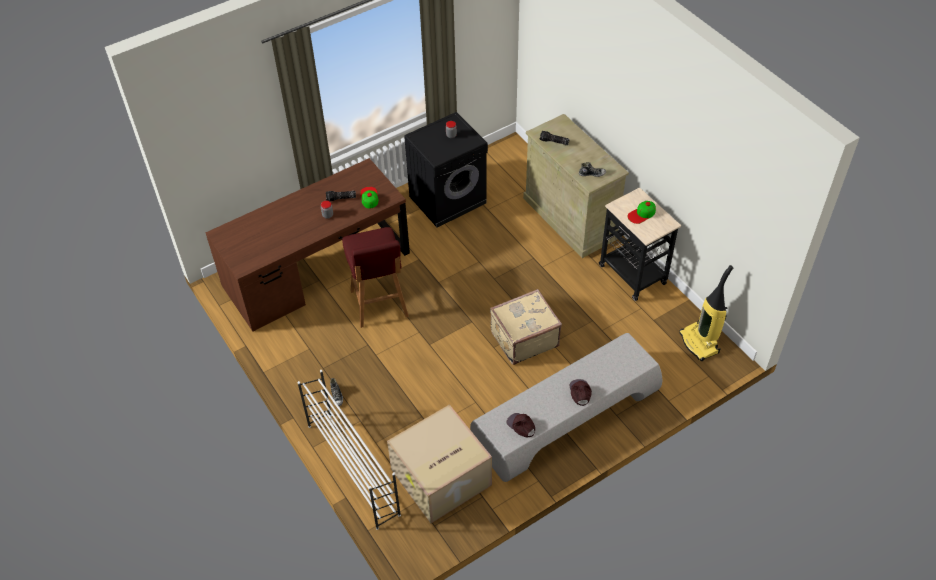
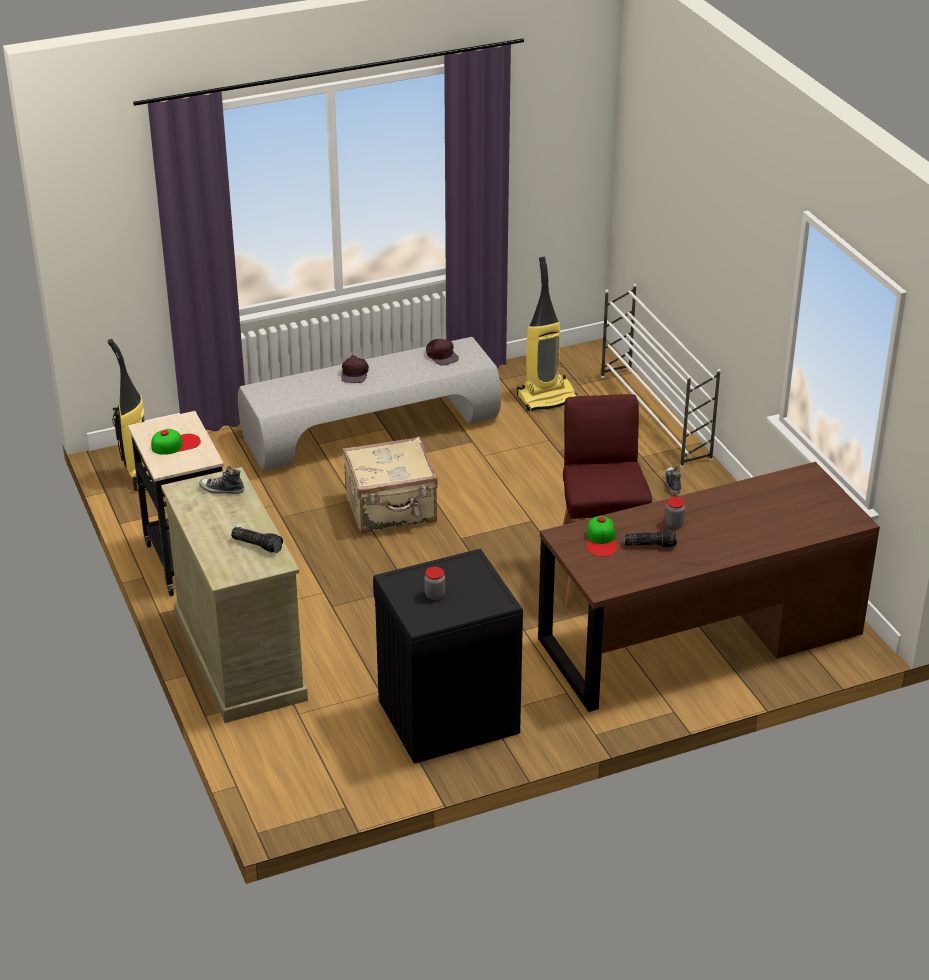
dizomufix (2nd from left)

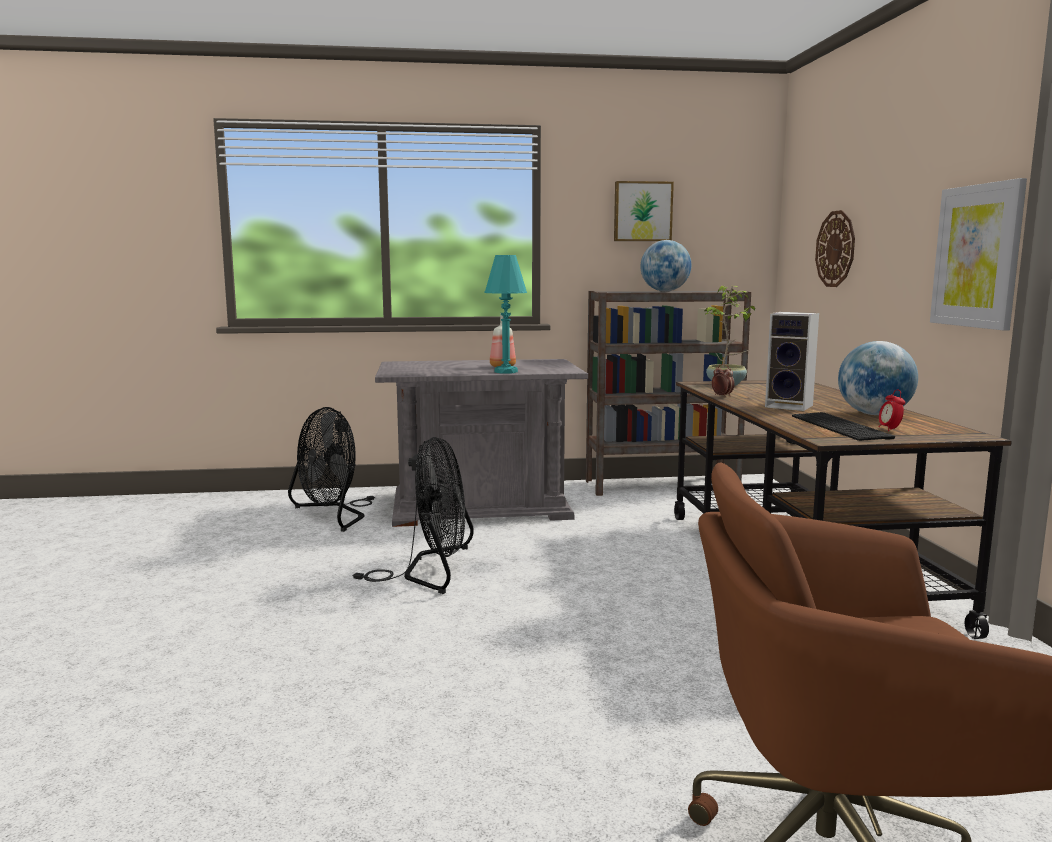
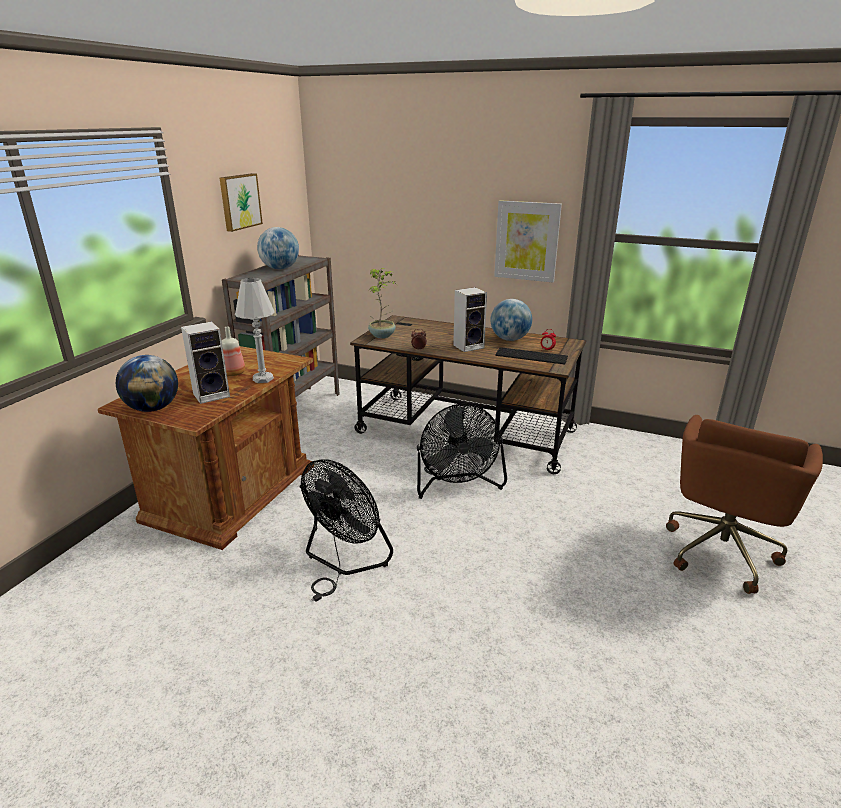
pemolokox
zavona (1st from left)
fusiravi (1st from left)
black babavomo (2nd from left)
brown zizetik
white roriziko

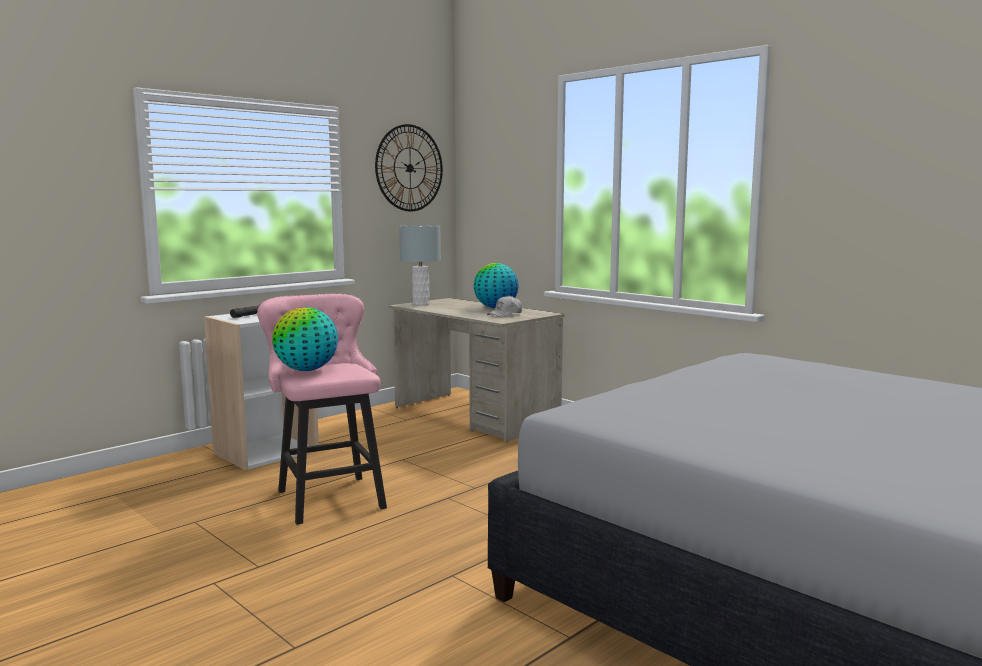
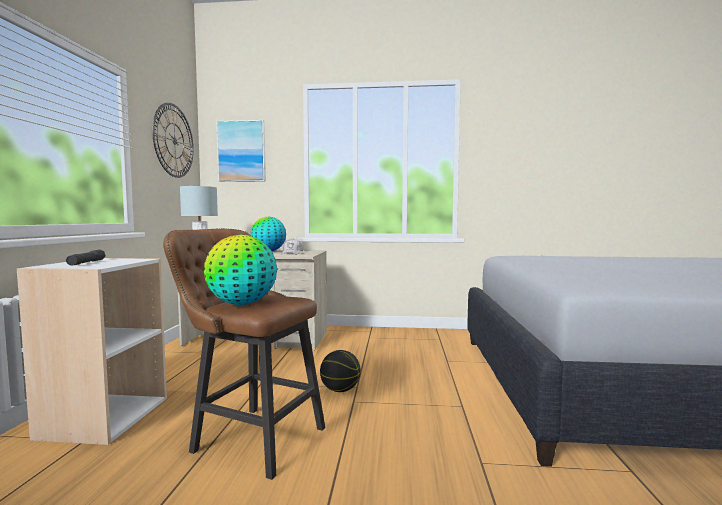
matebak
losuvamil
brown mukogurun

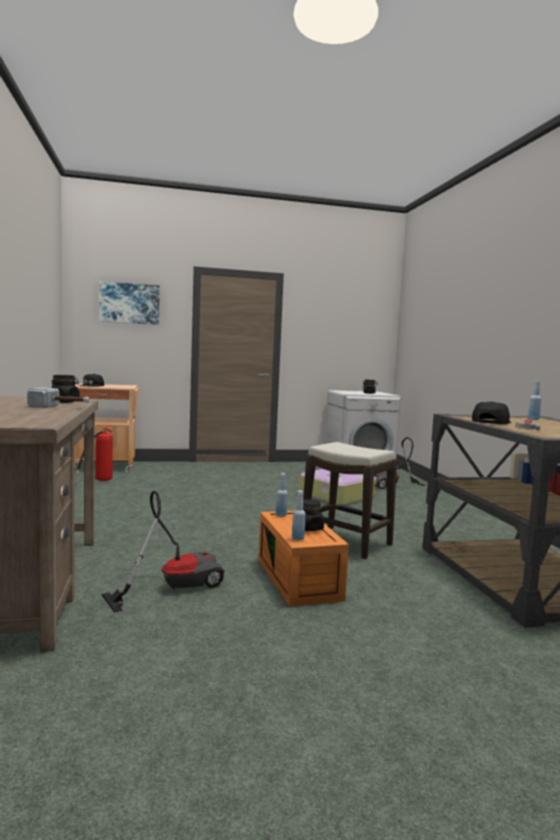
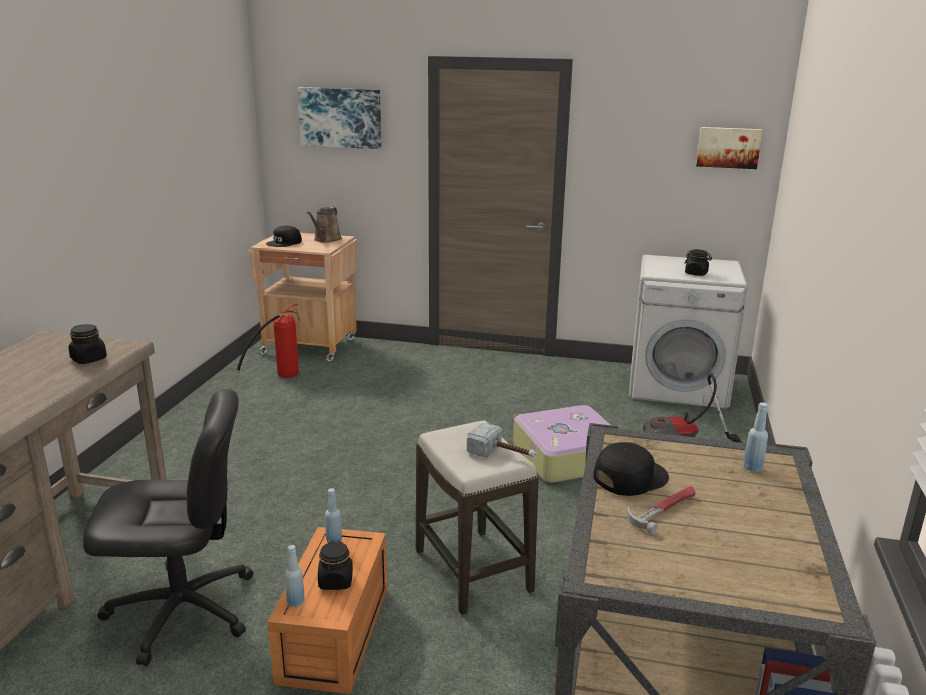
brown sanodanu
matebak (2nd from left)
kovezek (1st from left)
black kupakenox

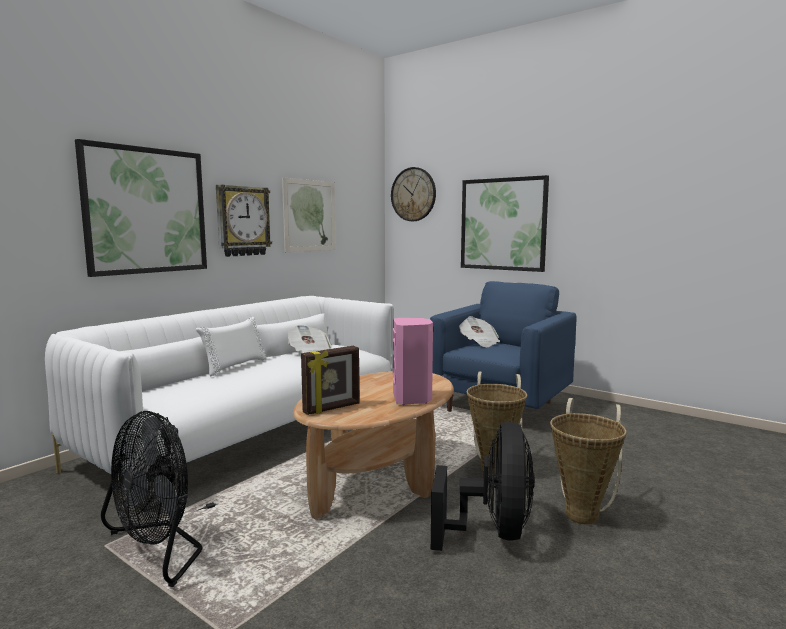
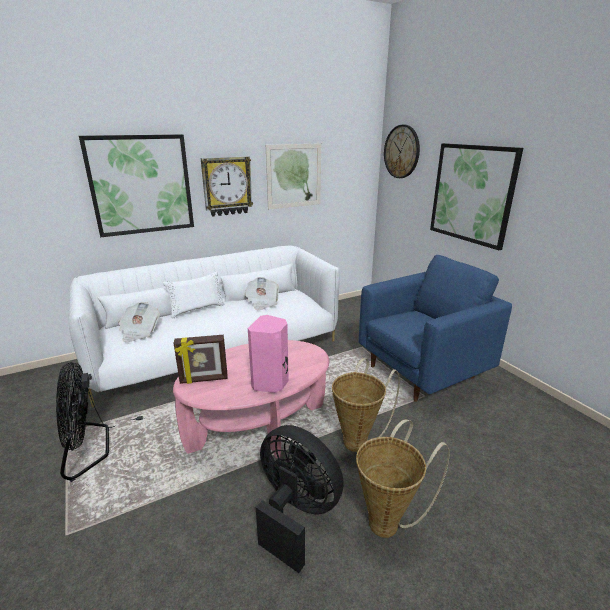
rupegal (1st from left)
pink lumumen
black babavomo (2nd from left)

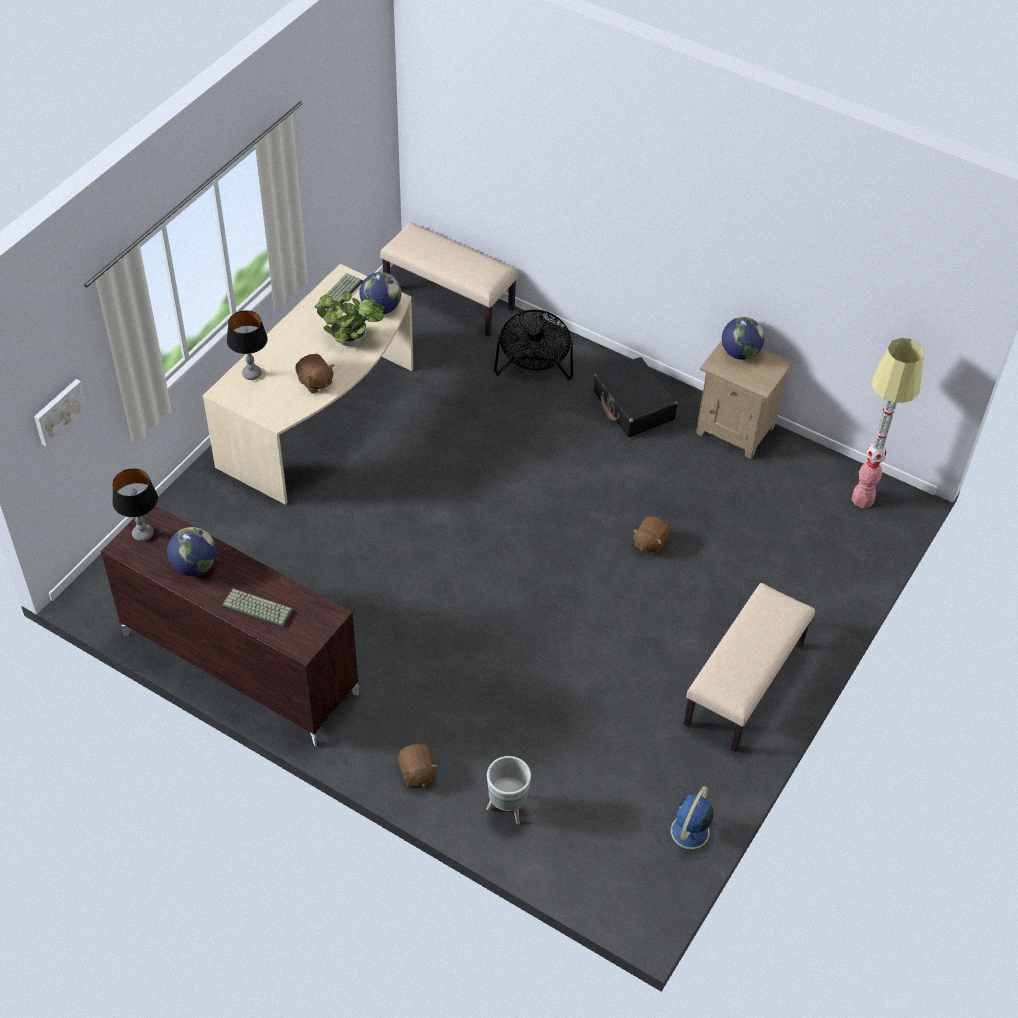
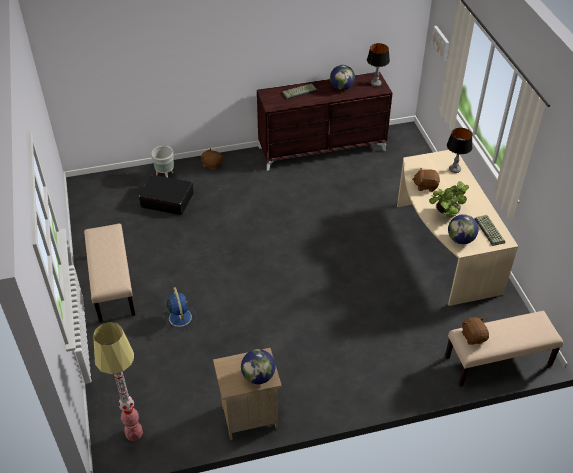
black babavomo
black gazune
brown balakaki (3rd from left)
blue babavomo

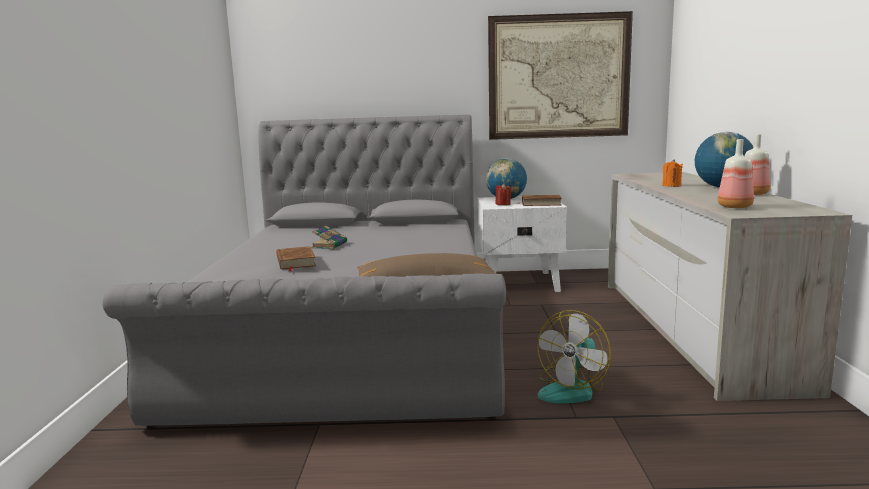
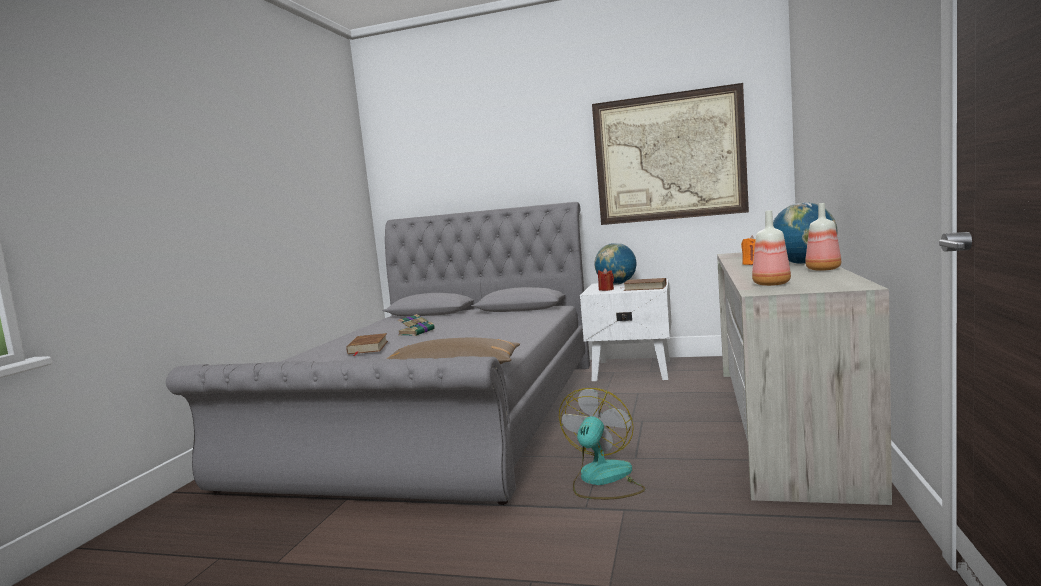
babavomo

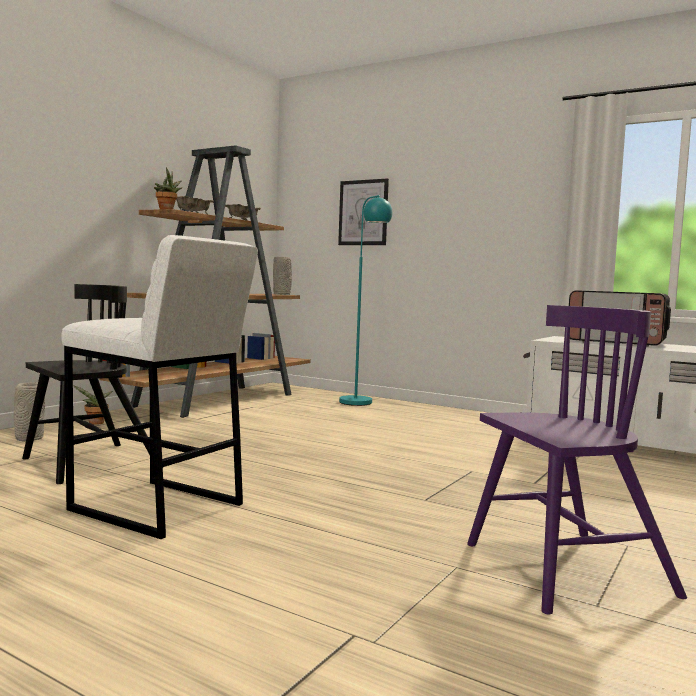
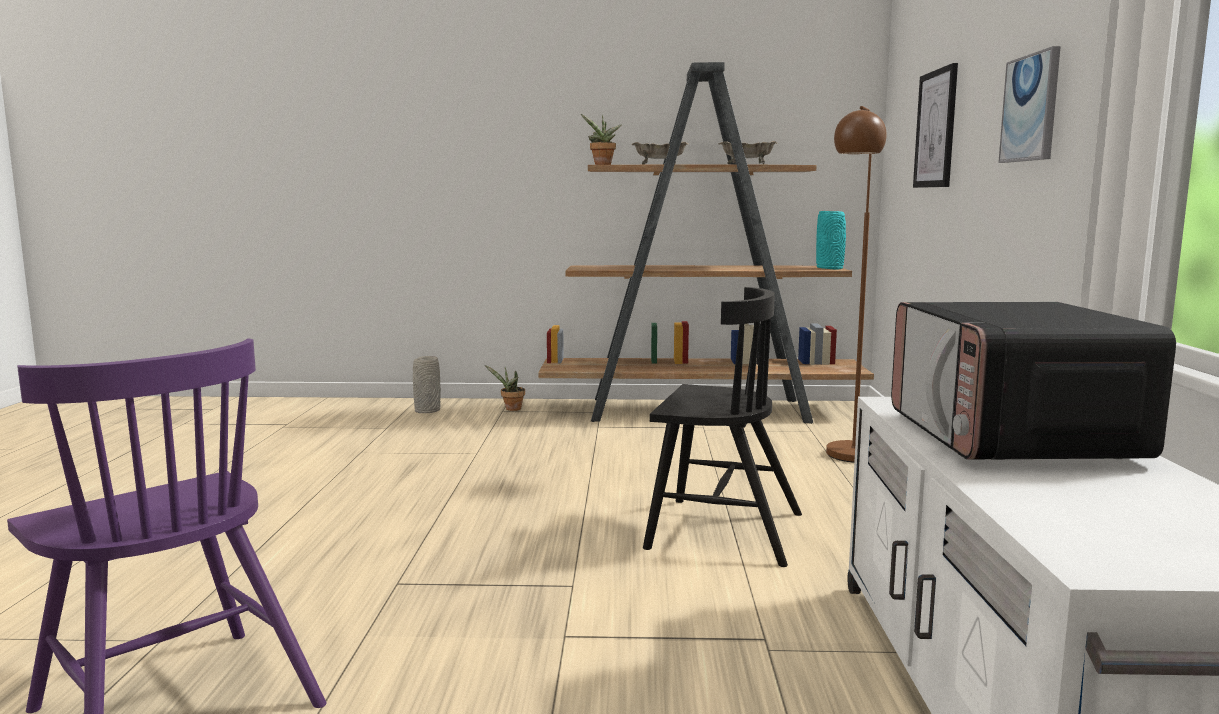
white mukogurun
matebak (2nd from left)
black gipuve
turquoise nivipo
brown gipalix

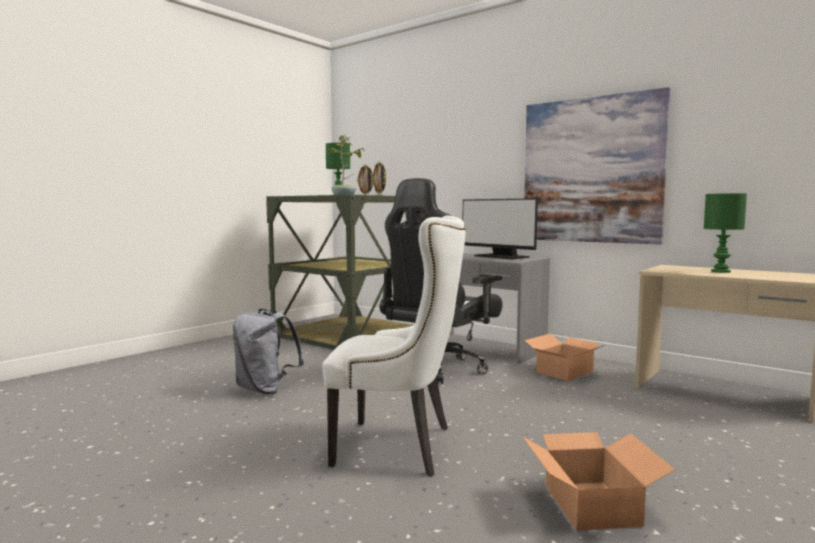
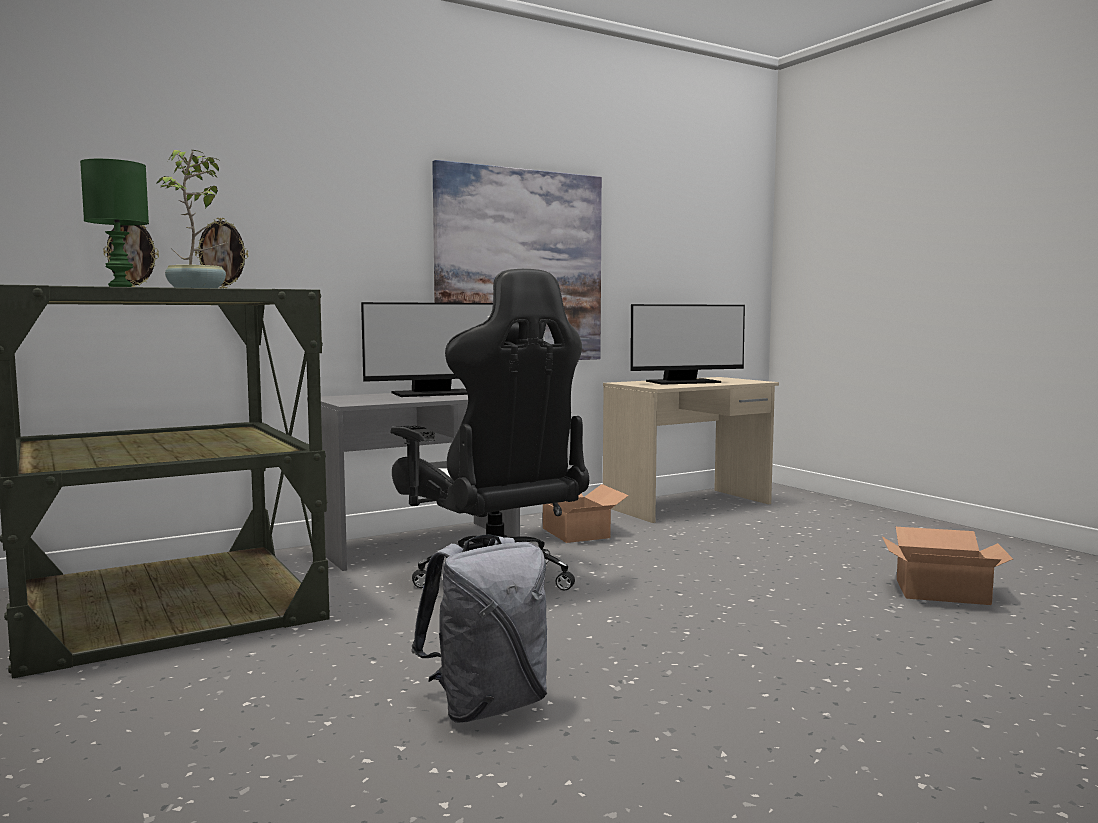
white gipuve
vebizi (2nd from left)

